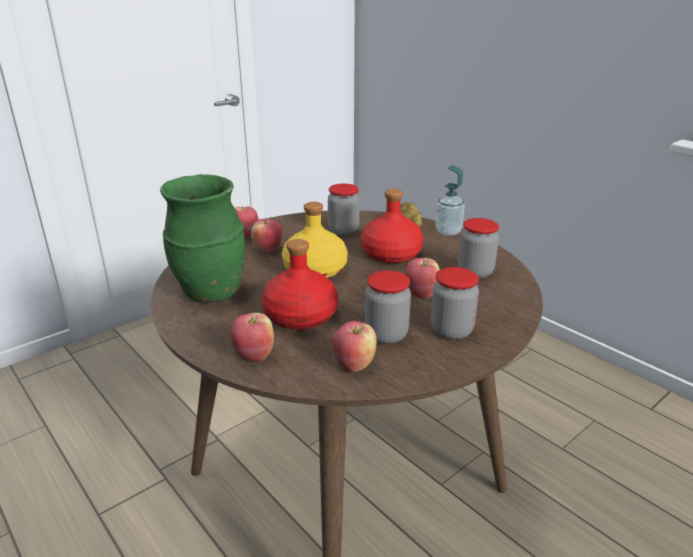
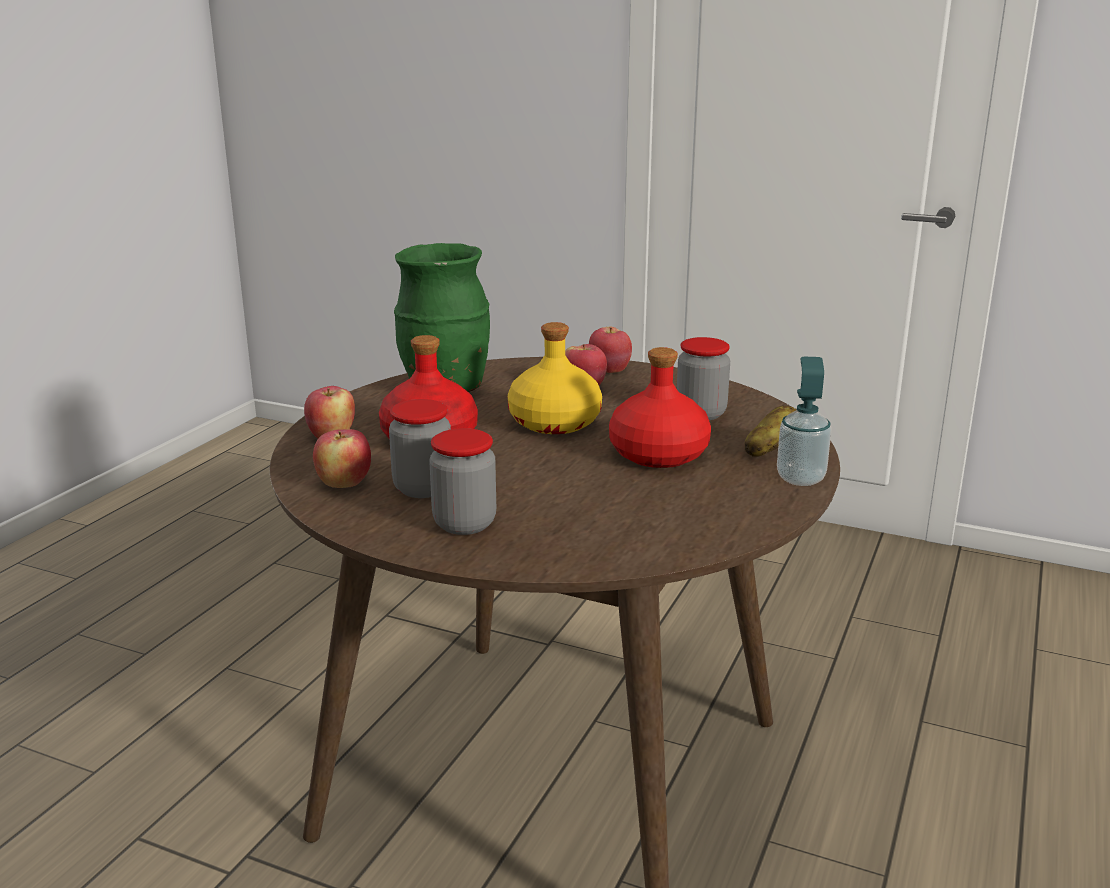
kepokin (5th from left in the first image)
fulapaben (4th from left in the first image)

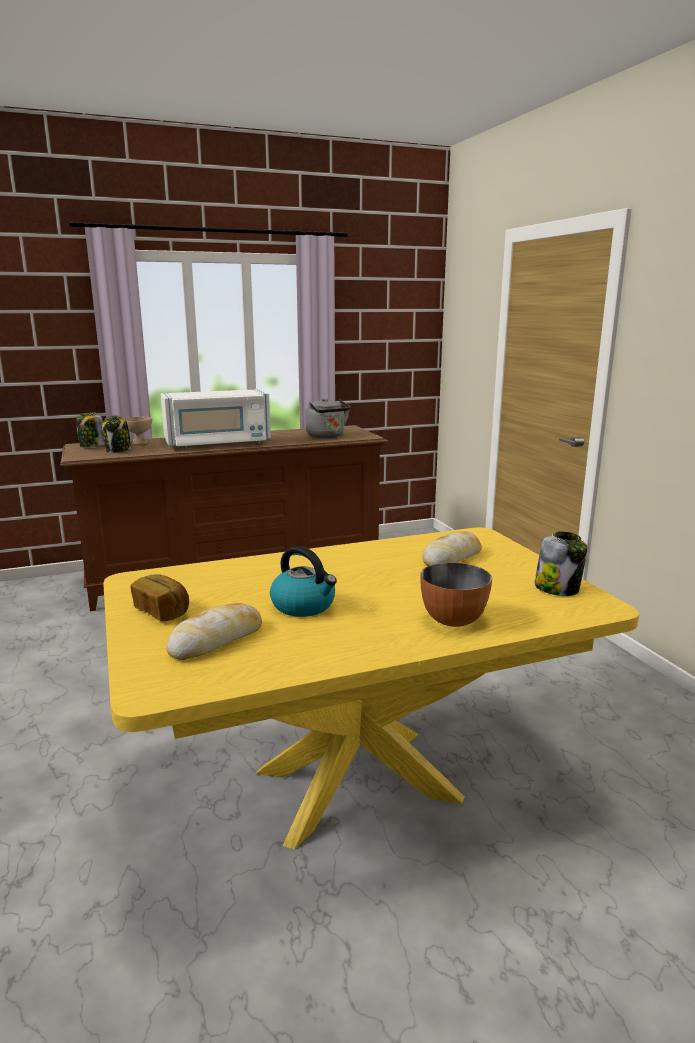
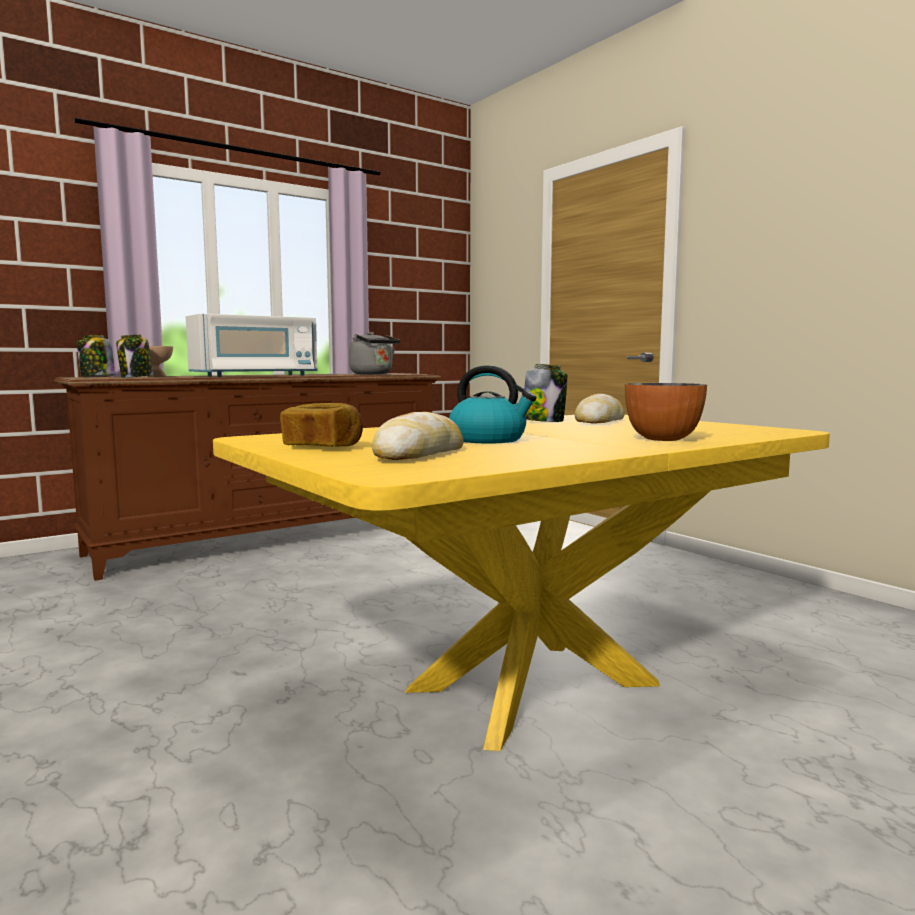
fulapaben (3rd from left)

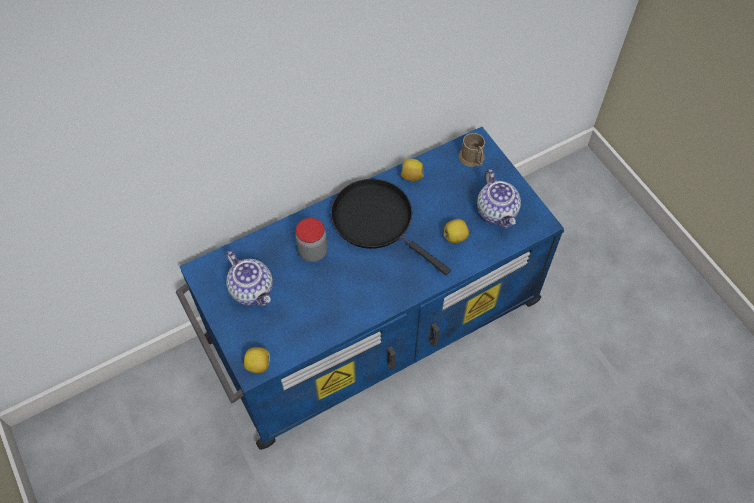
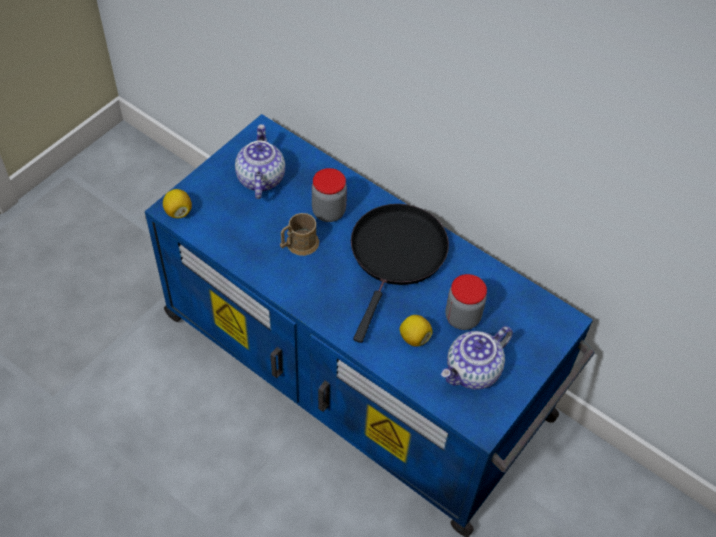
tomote (2nd from left in the first image)
fulapaben (2nd from left)
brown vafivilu
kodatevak (1st from left)

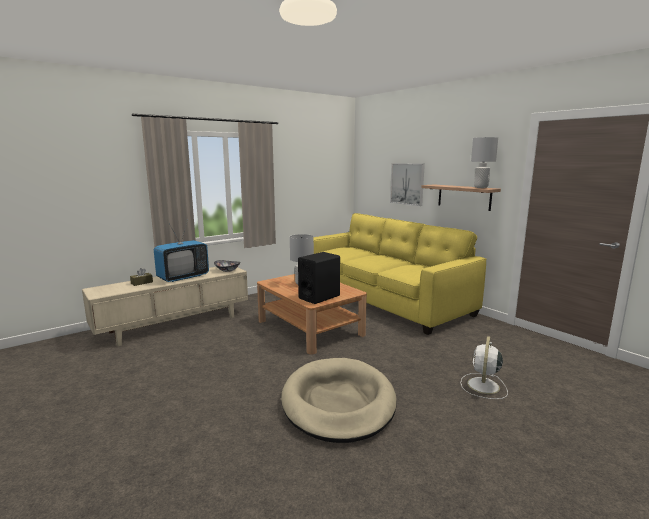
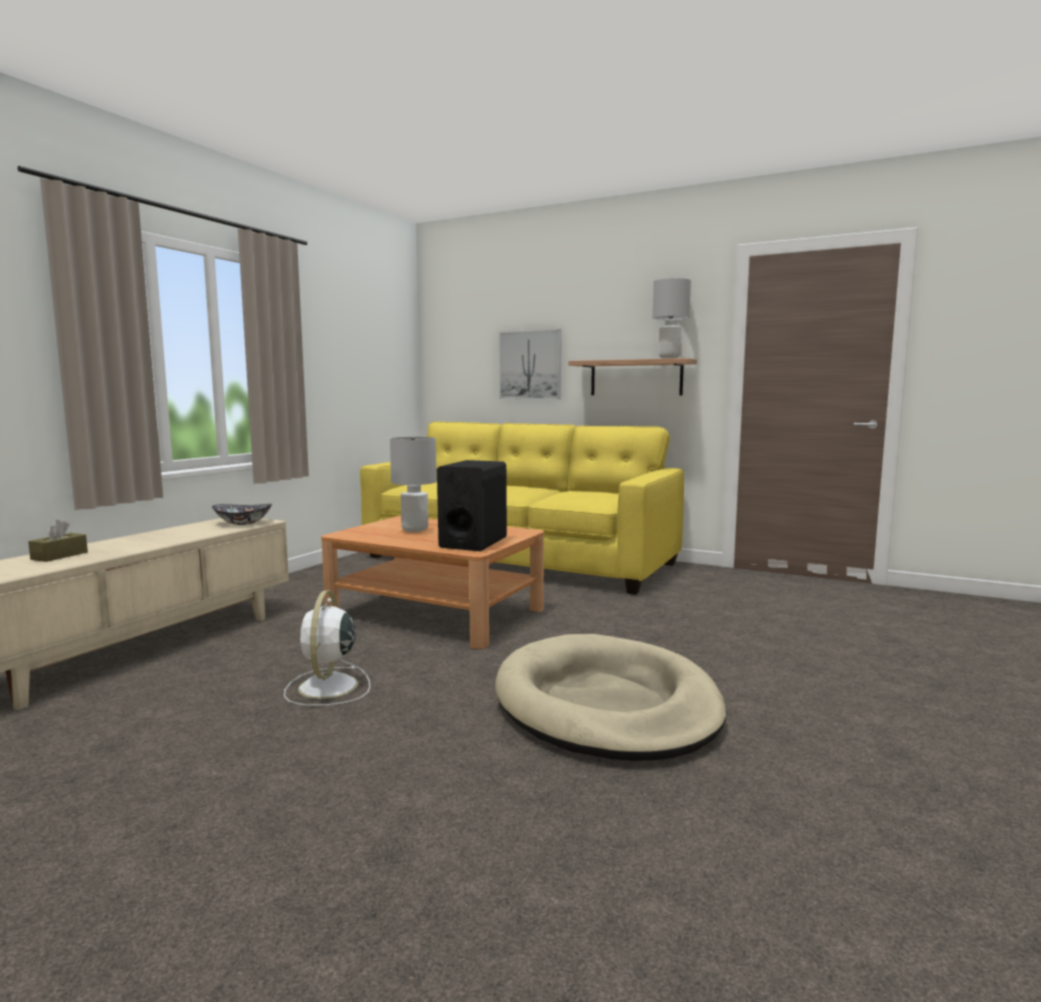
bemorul
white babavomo

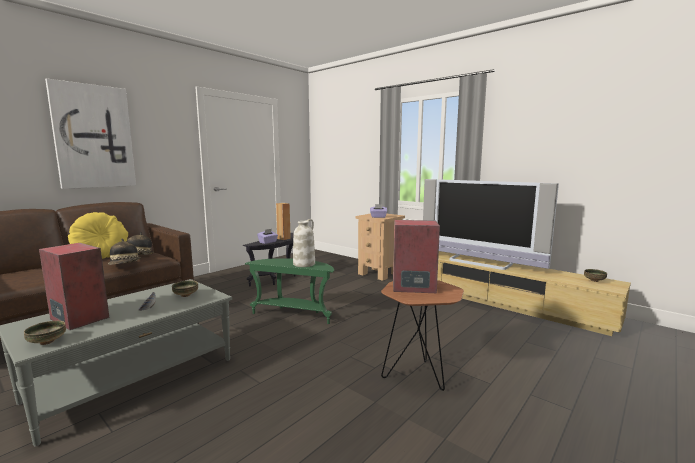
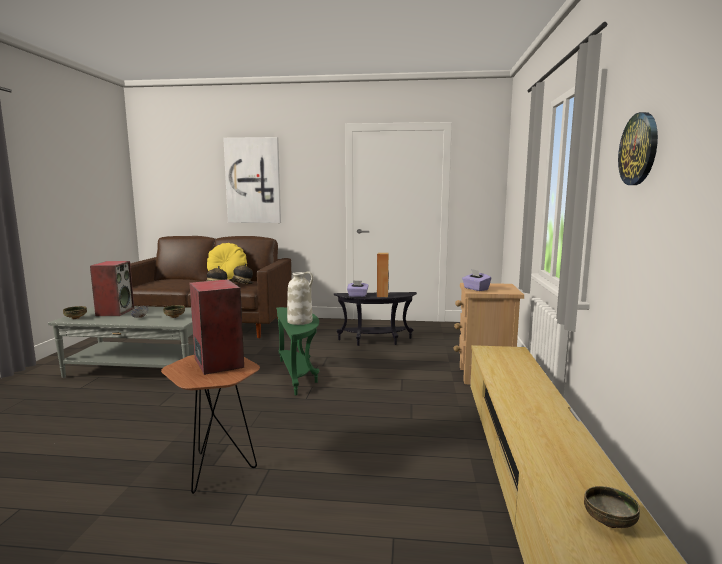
bemorul
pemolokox

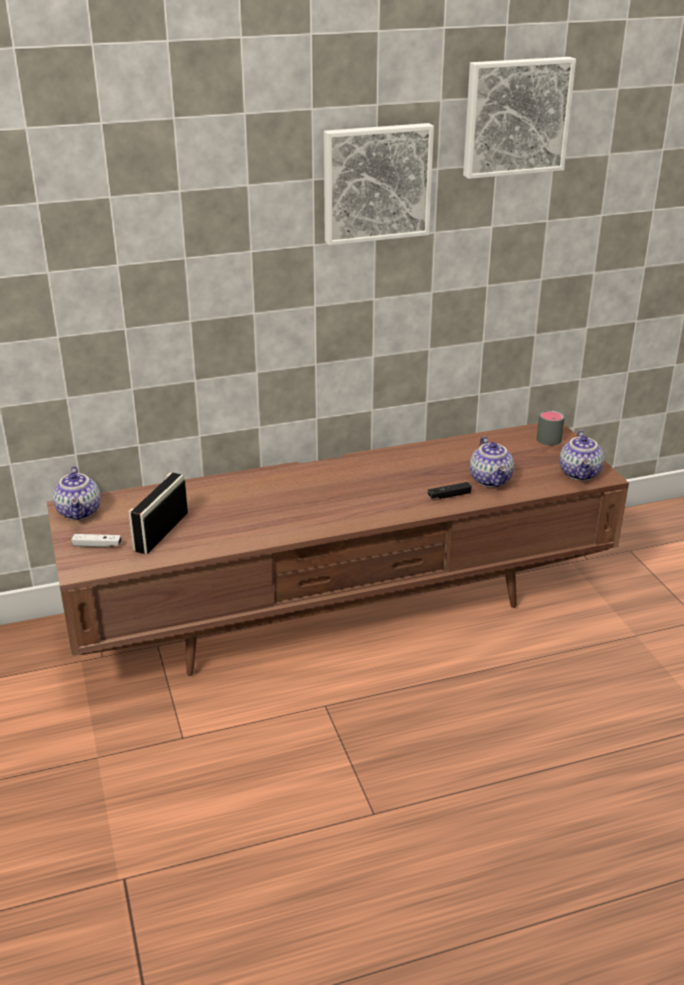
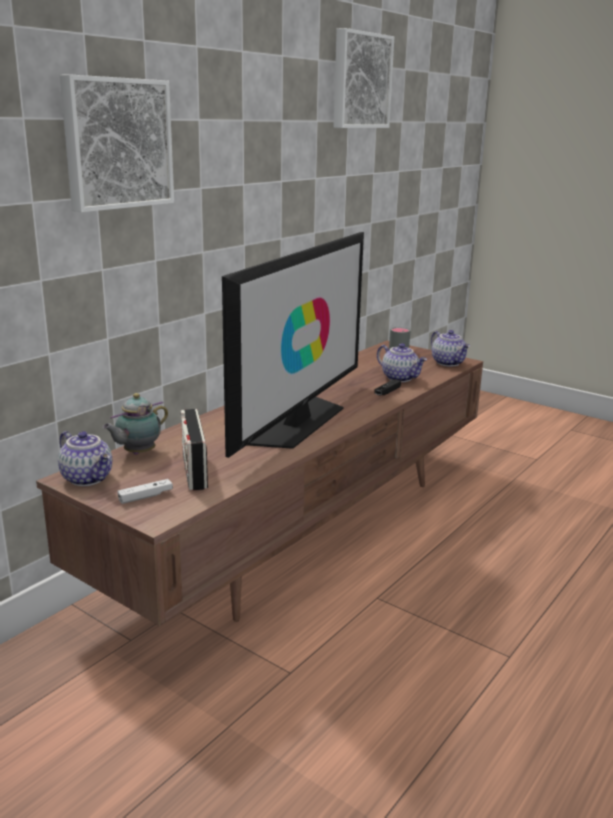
kodatevak (2nd from left)
bemorul
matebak (1st from left)

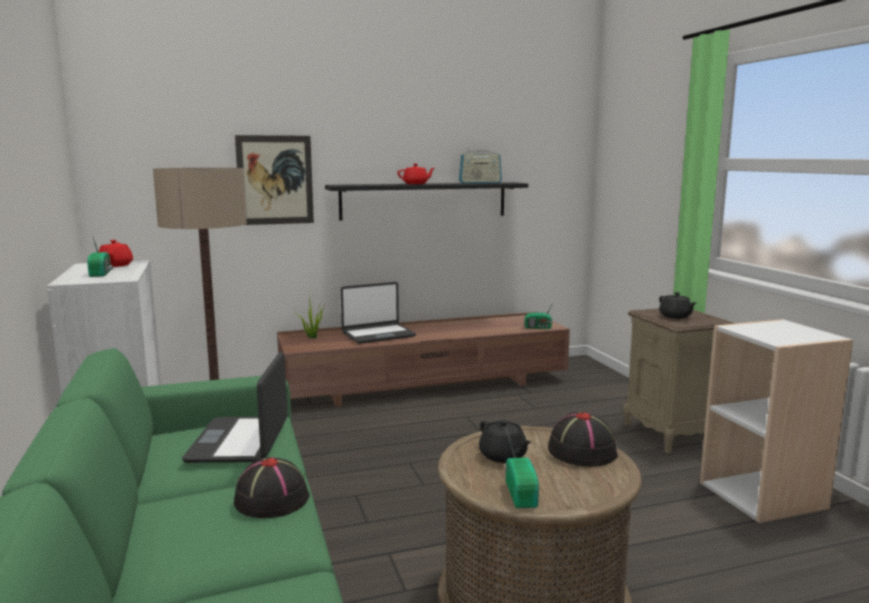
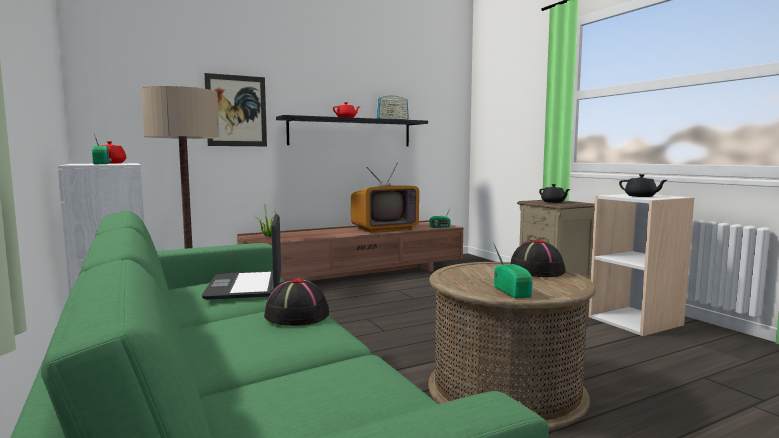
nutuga (2nd from left in the first image)
bemorul
black kodatevak (2nd from left)

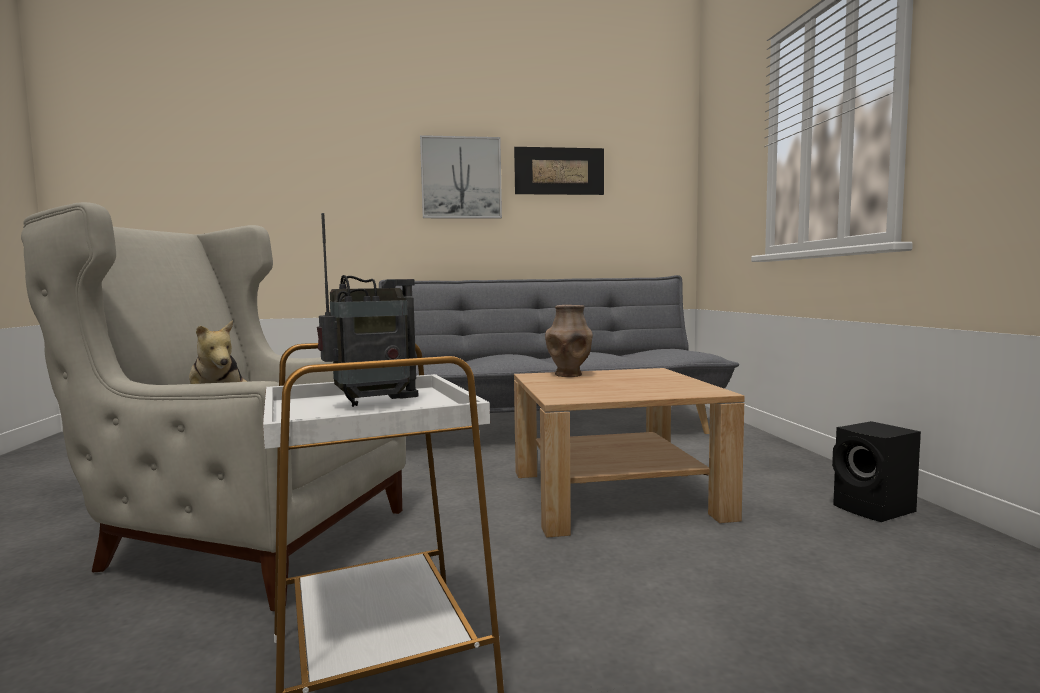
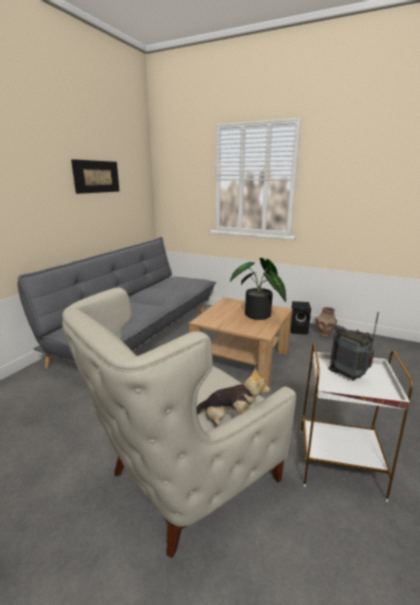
matebak (1st from left in the first image)
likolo
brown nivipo
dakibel

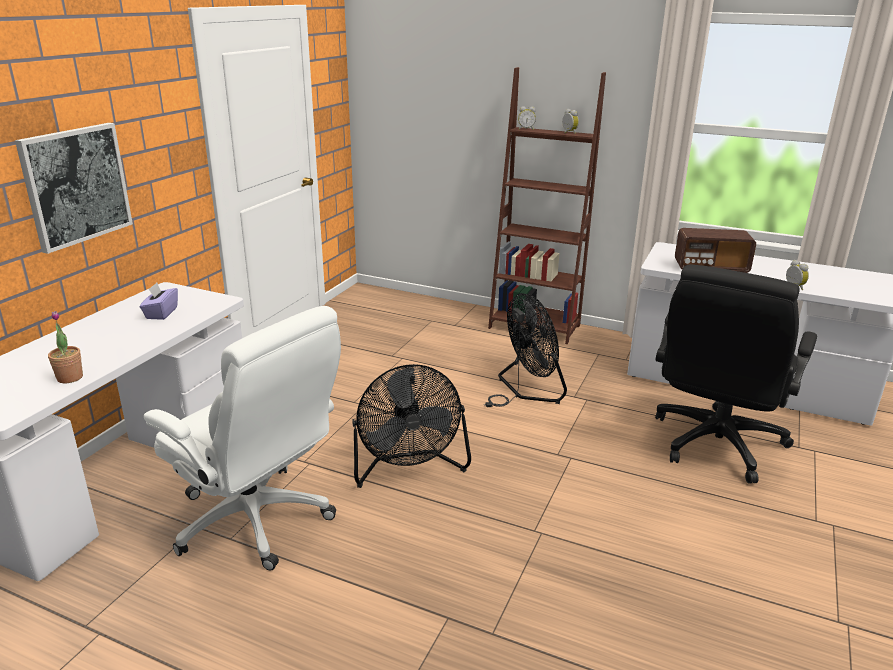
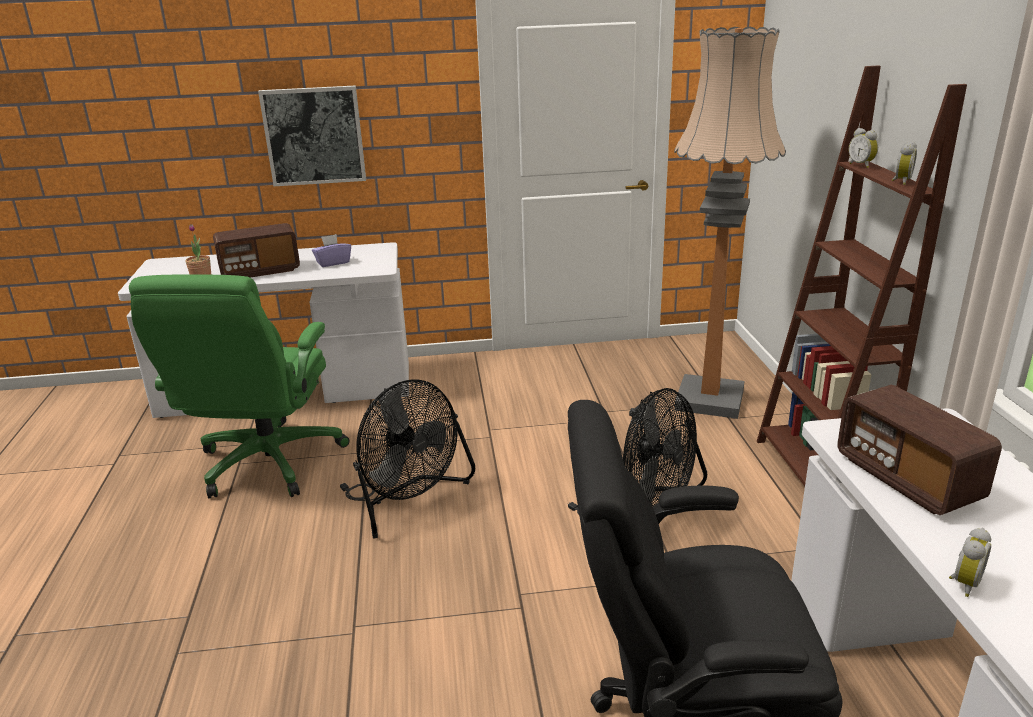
dakibel (1st from left)
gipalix
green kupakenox
black babavomo (1st from left)

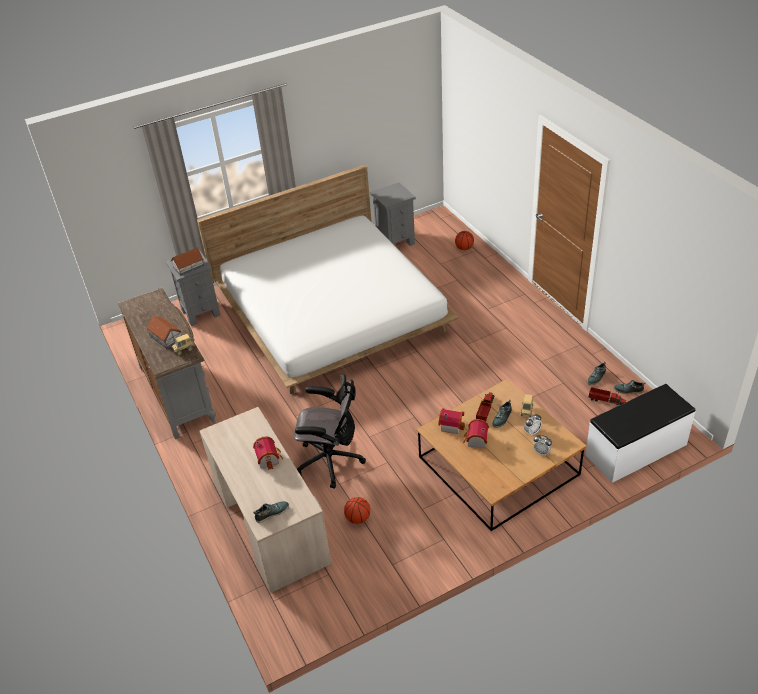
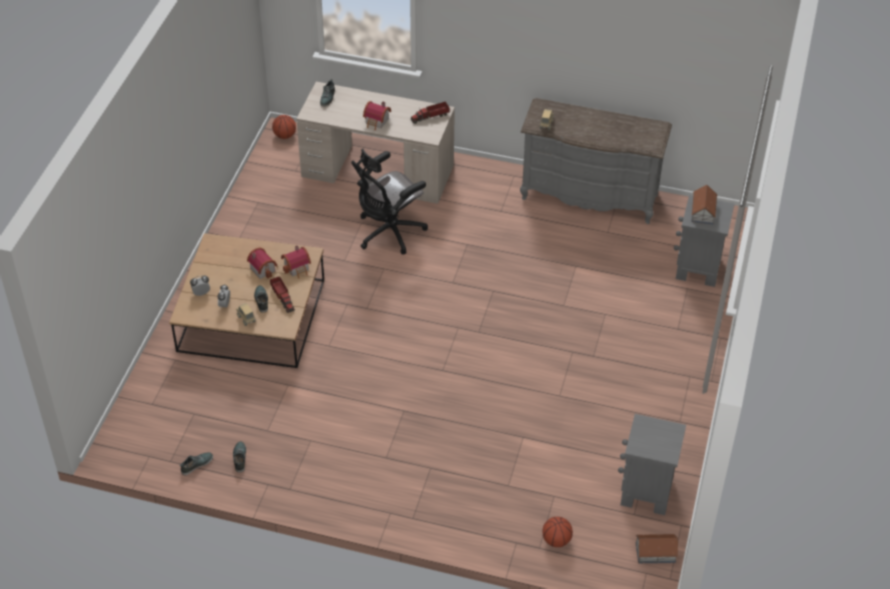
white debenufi
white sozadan
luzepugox (4th from left)
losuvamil (1st from left)
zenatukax (3rd from left)

